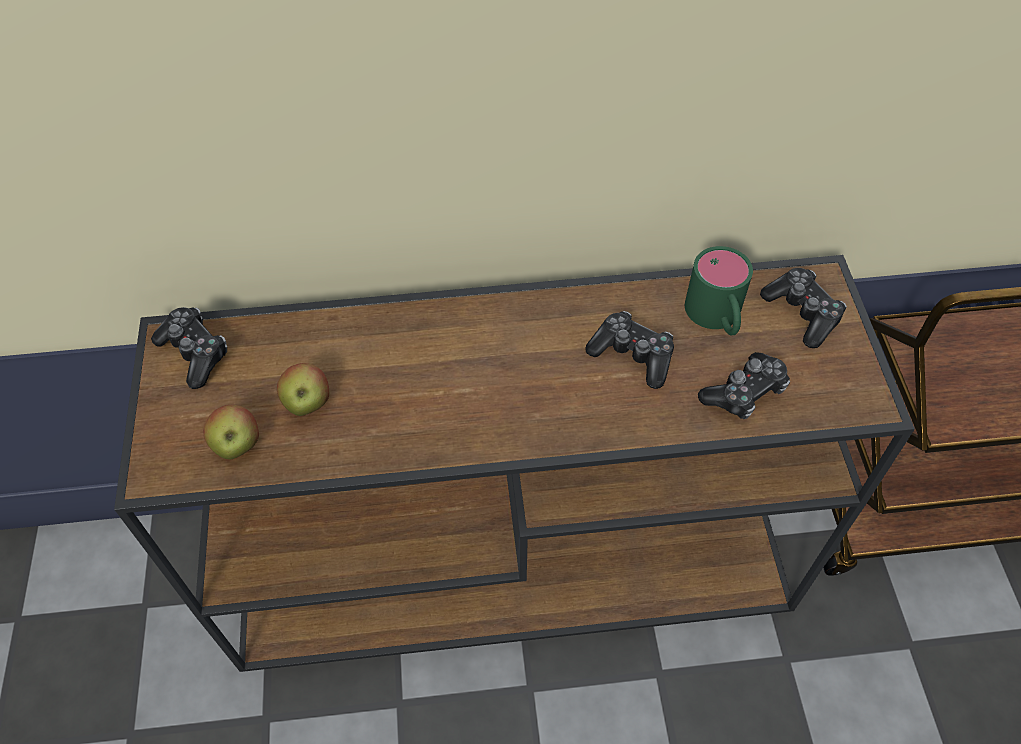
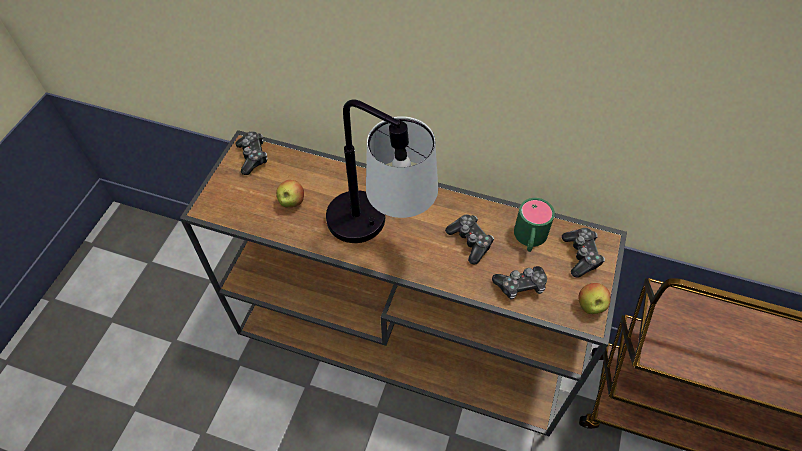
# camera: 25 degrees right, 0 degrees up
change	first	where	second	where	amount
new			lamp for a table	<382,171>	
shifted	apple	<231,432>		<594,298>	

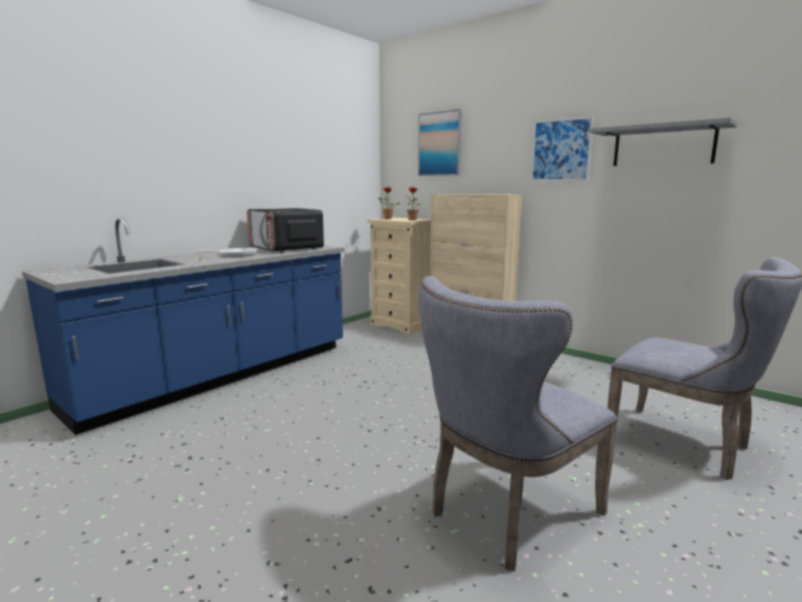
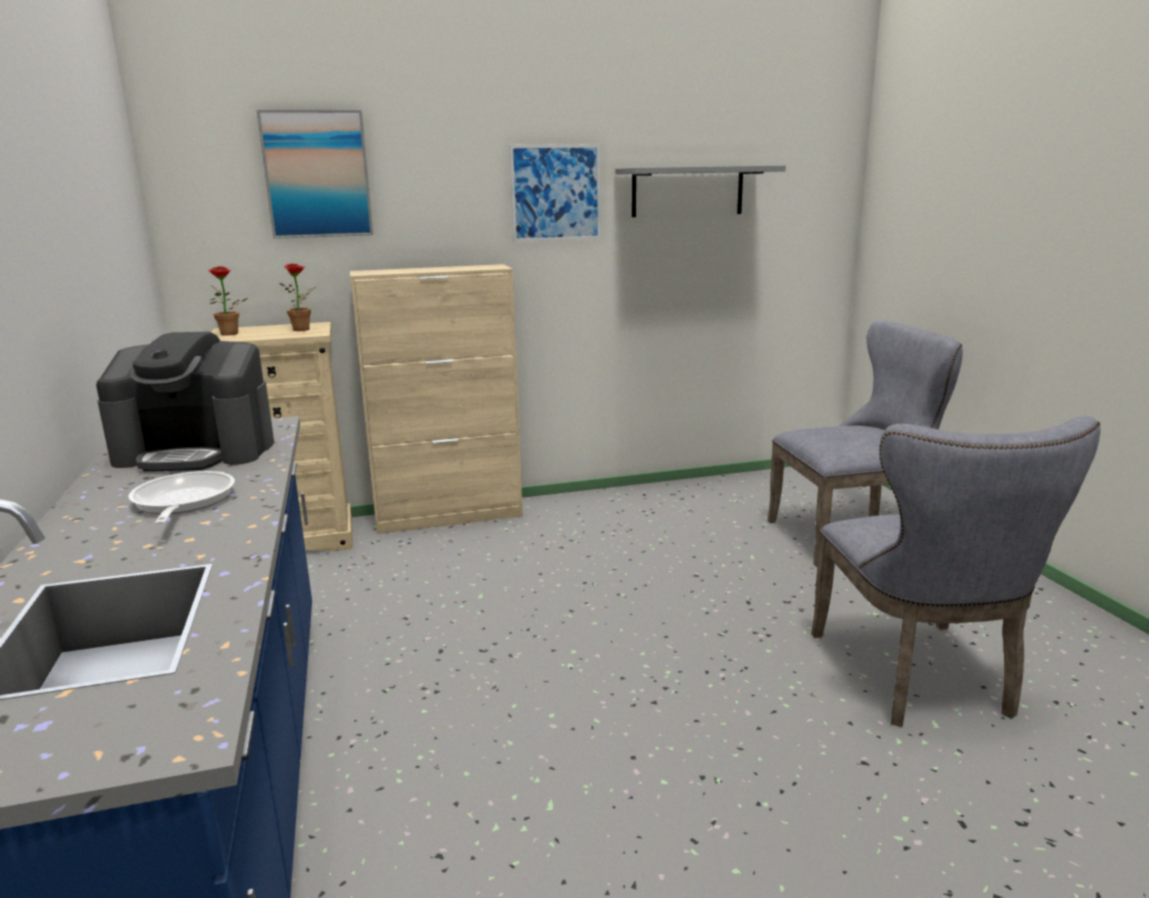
# camera: 55 degrees left, 5 degrees up
change	first	where	second	where	amount
swapped	microwave oven	<285,230>	coffee brewer	<185,401>	

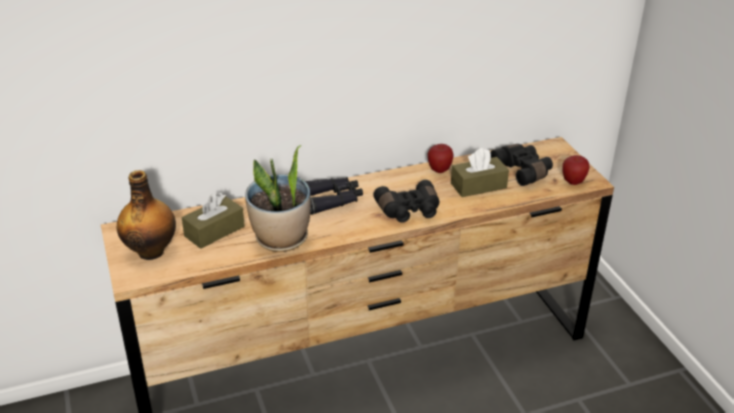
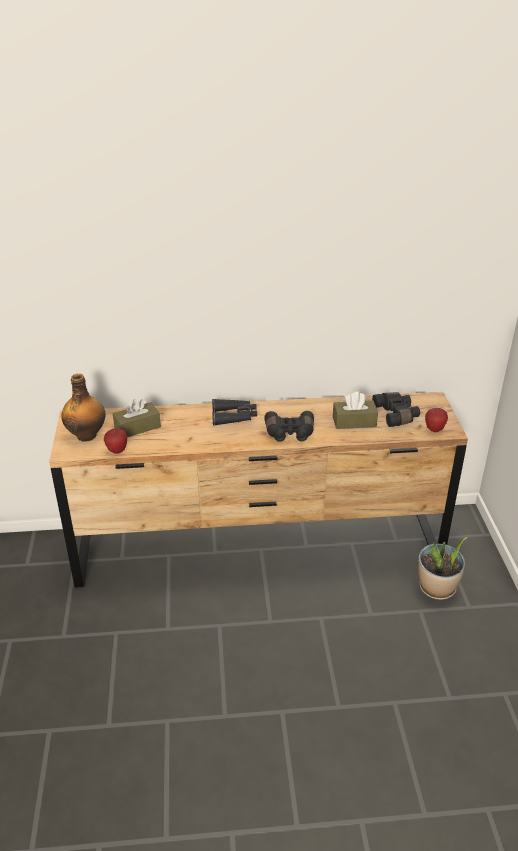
# camera: 15 degrees right, 0 degrees up
change	first	where	second	where	amount
shifted	potted plant	<278,198>		<443,568>	
shifted	apple	<441,158>		<115,441>	

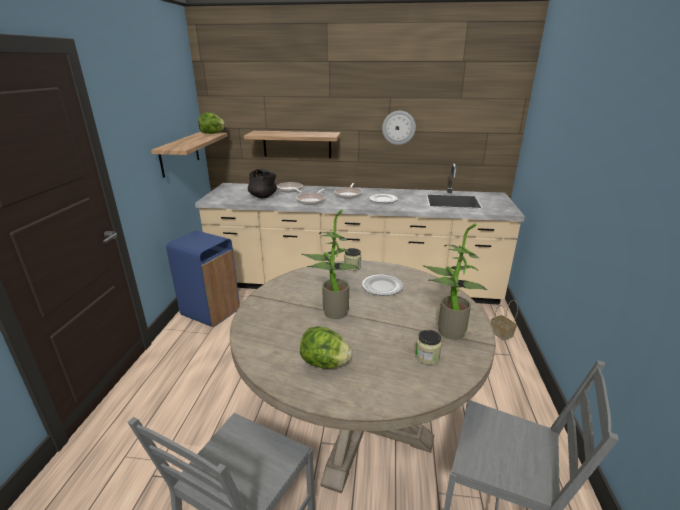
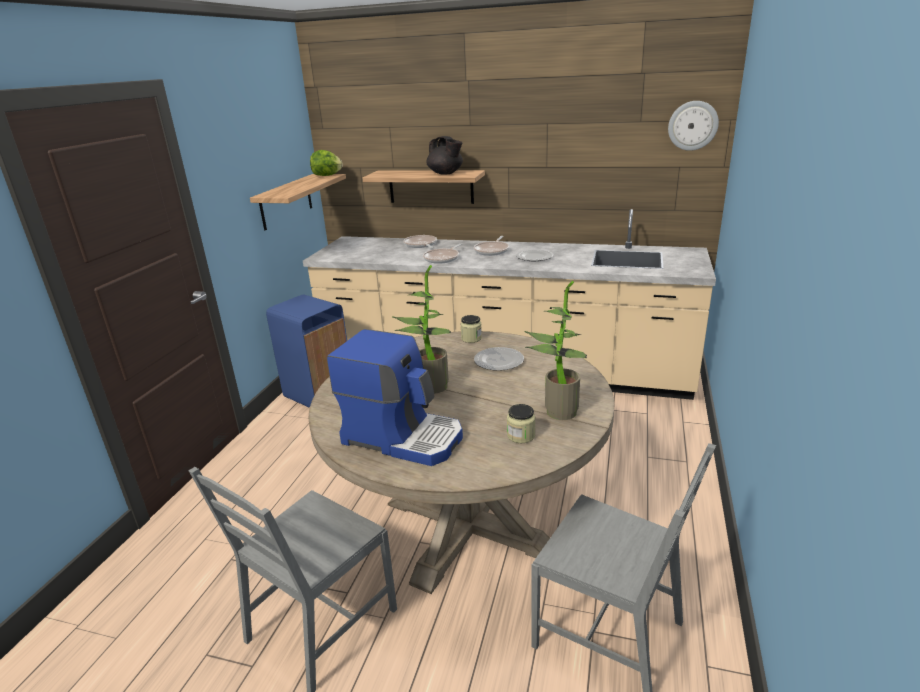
# camera: 10 degrees right, 0 degrees up
change	first	where	second	where	amount
gone	basket	<504,320>			
shifted	black-coloured teapot	<262,183>		<444,155>	
shifted	wall clock	<399,128>		<693,126>	
swapped	head of lettuce	<326,347>	coffee brewer	<395,397>	

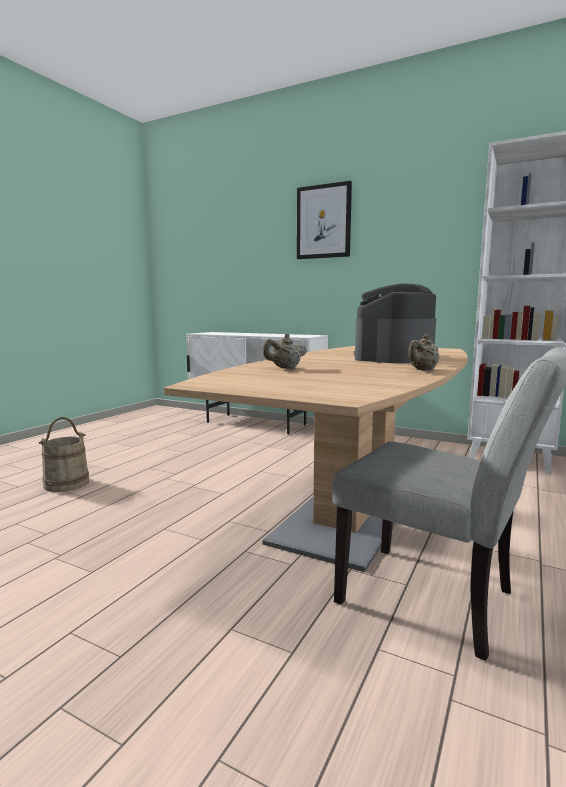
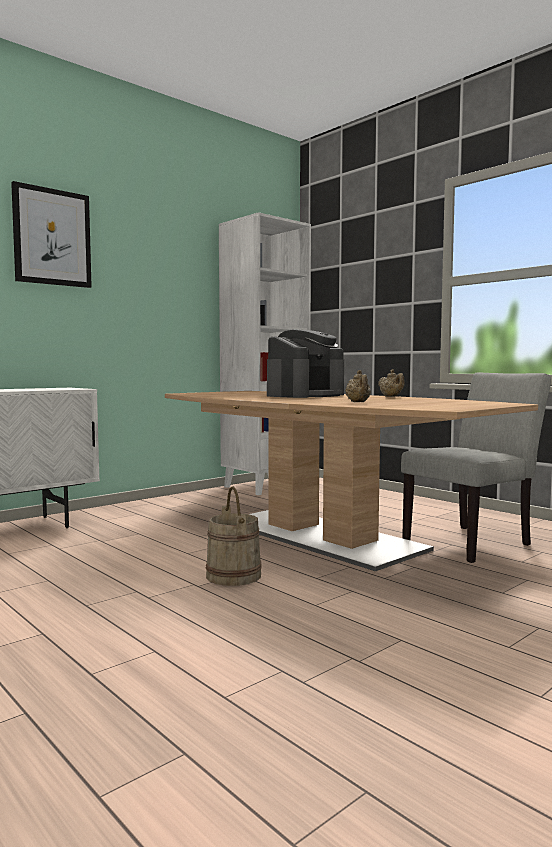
# camera: 70 degrees left, 5 degrees down
change	first	where	second	where	amount
shifted	beige water bucket	<63,454>		<234,536>	
rotated	coffee brewer	<395,323>		<305,363>	105 degrees counterclockwise

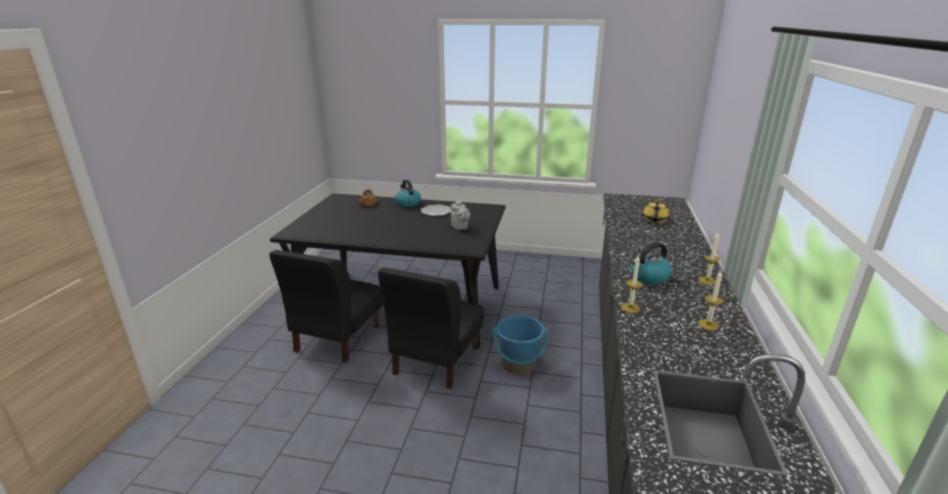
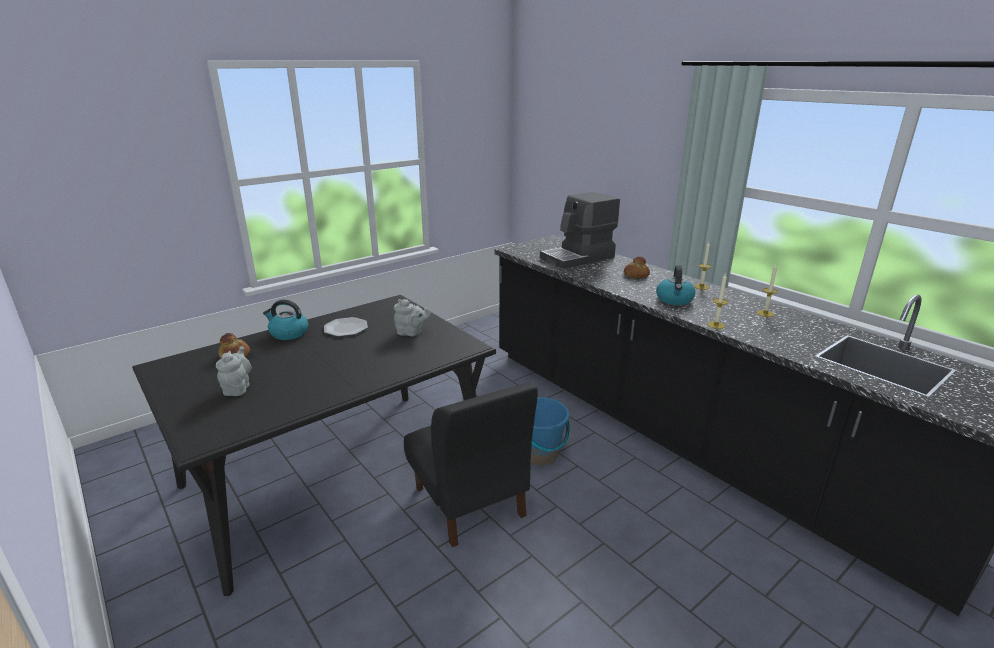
# camera: 50 degrees left, 0 degrees up
change	first	where	second	where	amount
gone	black-coloured chair	<326,306>			
new			grey teapot	<234,371>	
new			bread	<637,267>	
swapped	yellow teapot	<655,211>	coffee brewer	<580,230>	

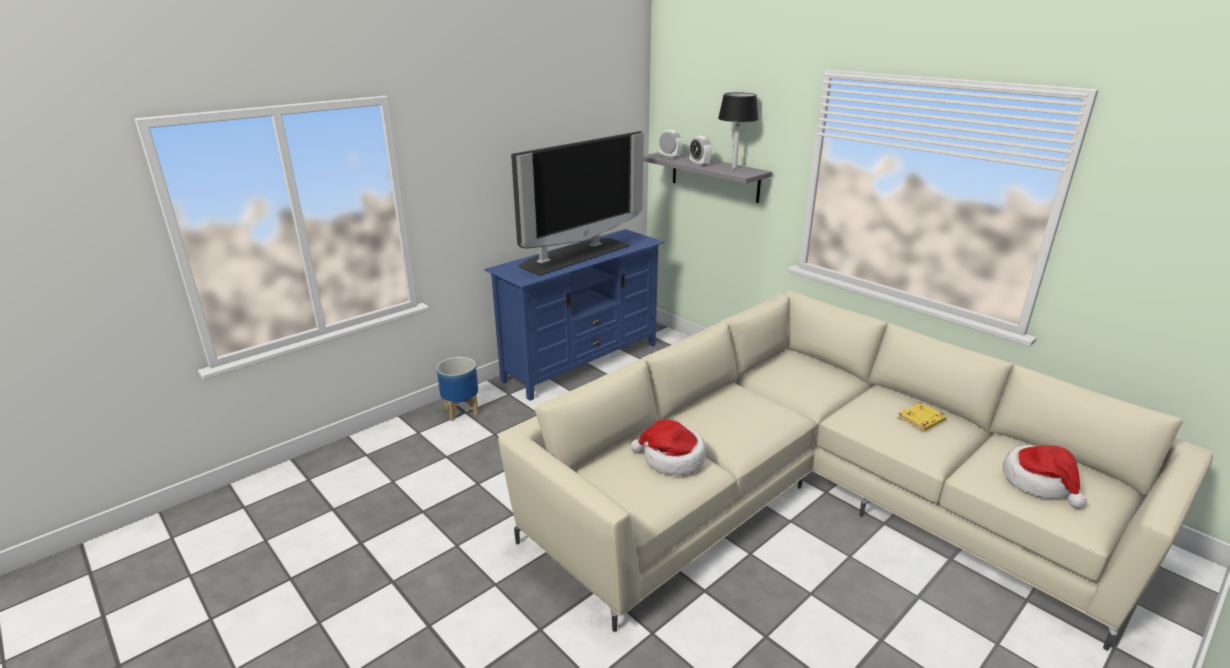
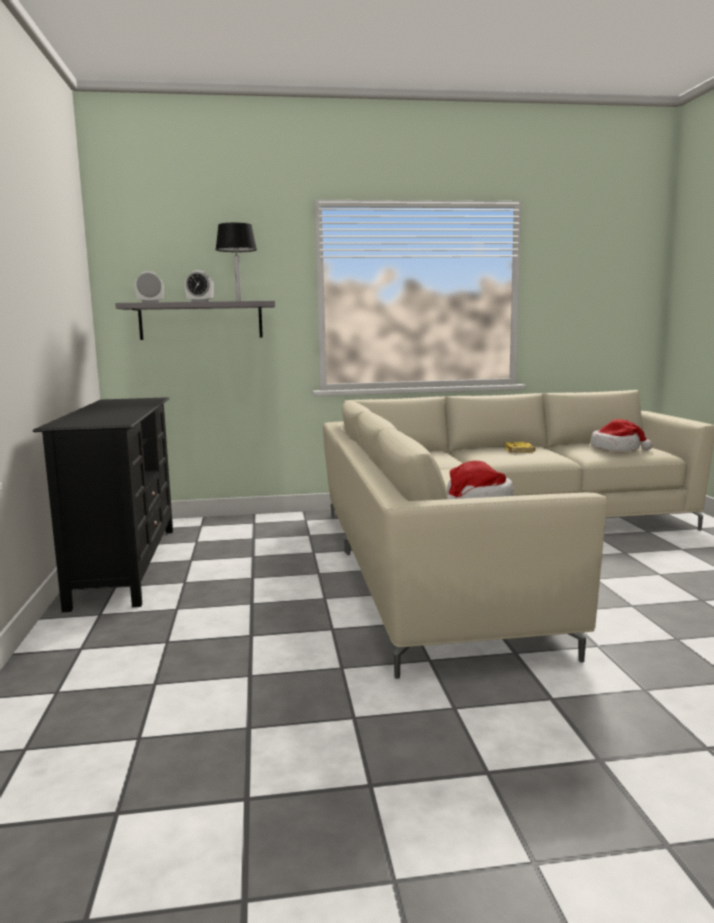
# camera: 55 degrees left, 15 degrees down
change	first	where	second	where	amount
gone	planter	<458,389>			
gone	television	<577,203>			
repainted	blue-coloured tv unit	<574,315>	black-coloured tv unit	<102,504>	

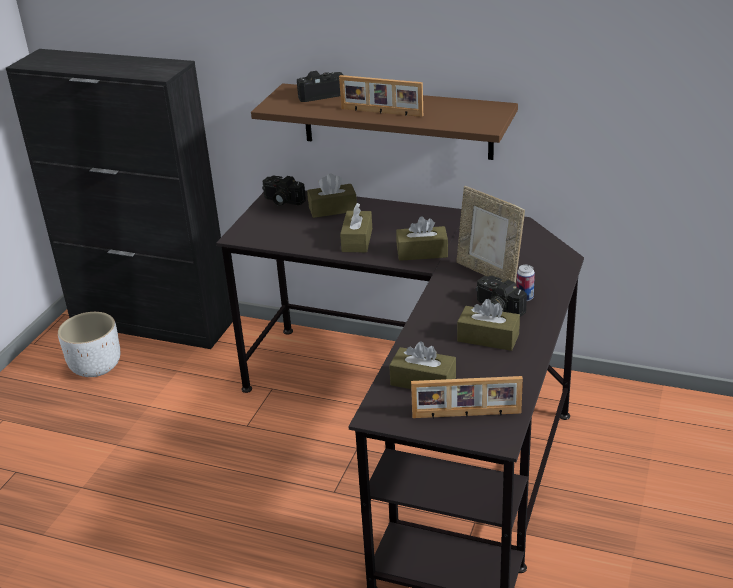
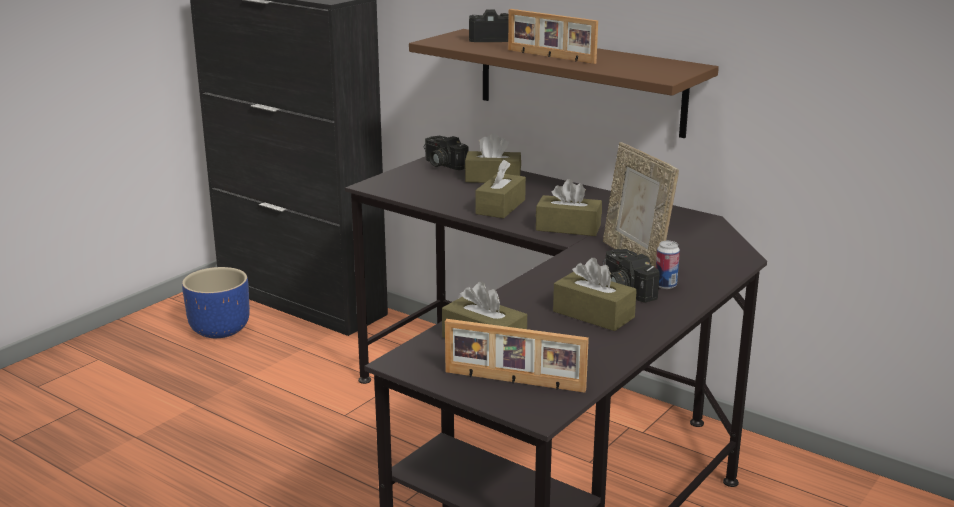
# camera: 15 degrees right, 10 degrees down
change	first	where	second	where	amount
repainted	whitish planter	<89,344>	blue-coloured planter	<216,302>	

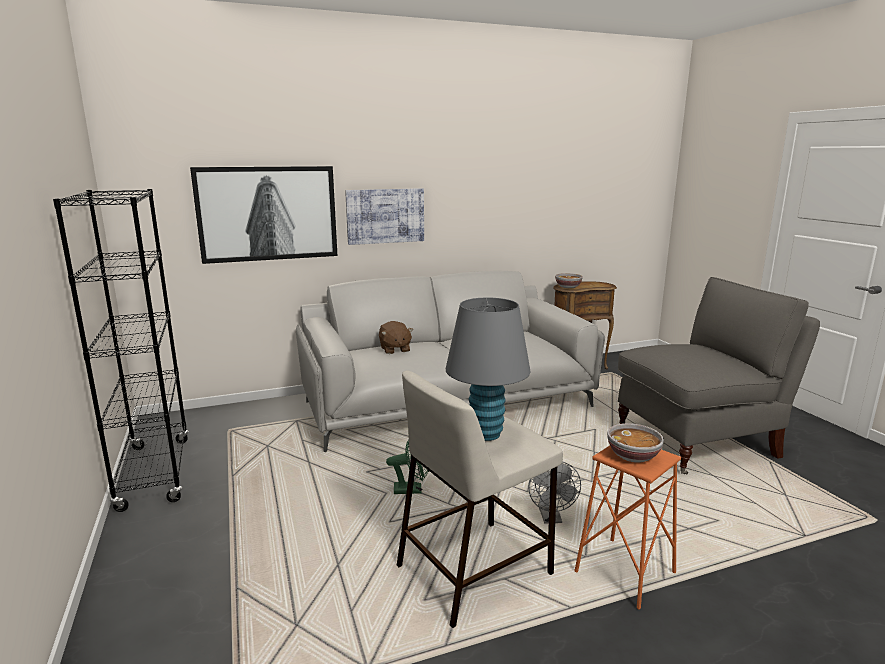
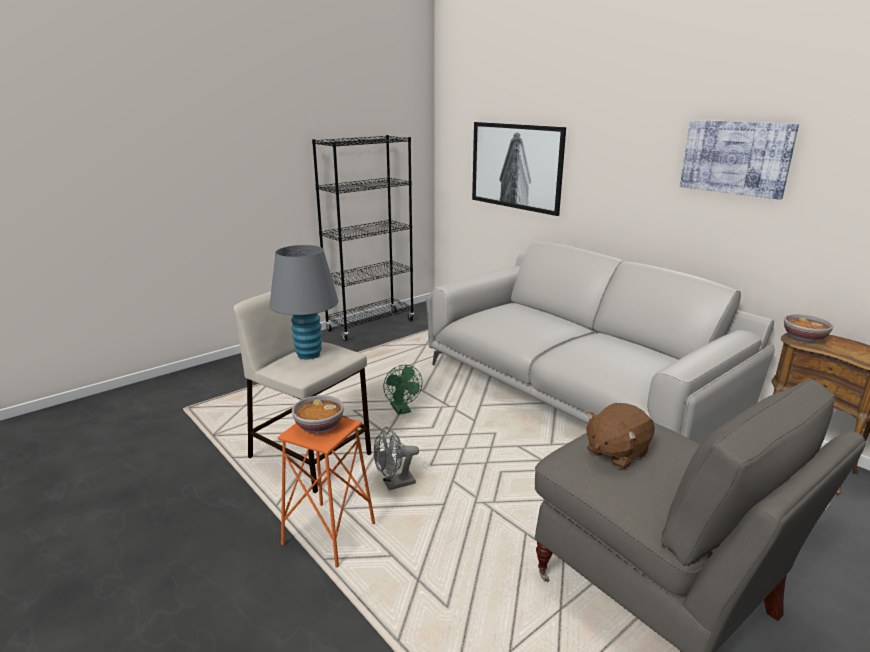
# camera: 70 degrees right, 5 degrees up
change	first	where	second	where	amount
shifted	wall art	<384,216>		<739,160>	
shifted	brown-coloured soft toy	<396,337>		<620,436>	

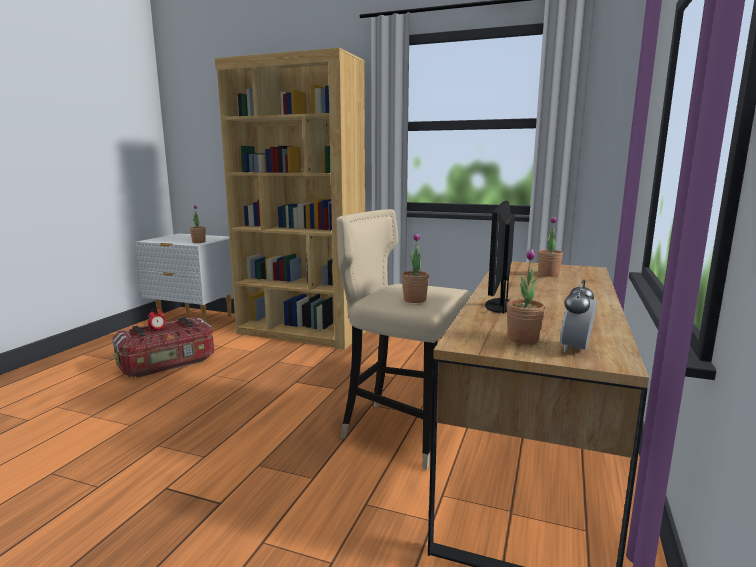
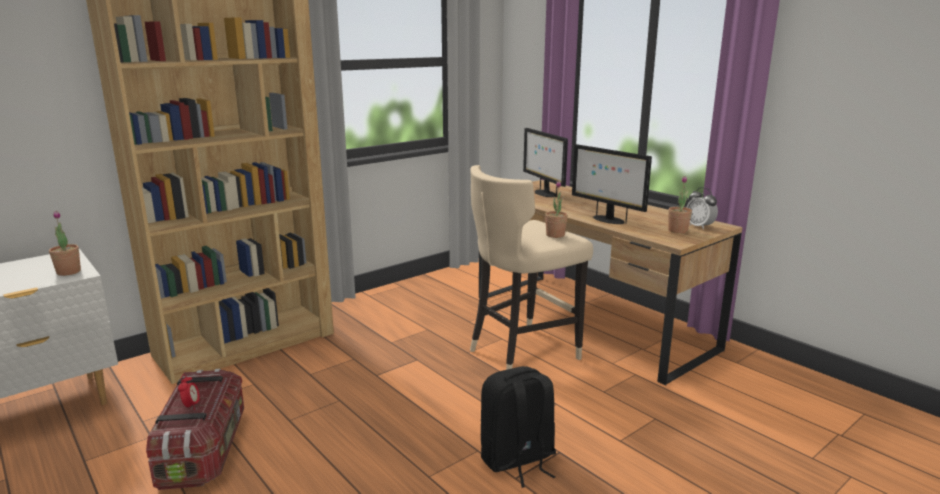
# camera: 60 degrees left, 5 degrees up
change	first	where	second	where	amount
new			black-coloured knapsack	<518,427>	
swapped	potted plant	<550,246>	monitor	<545,162>	

